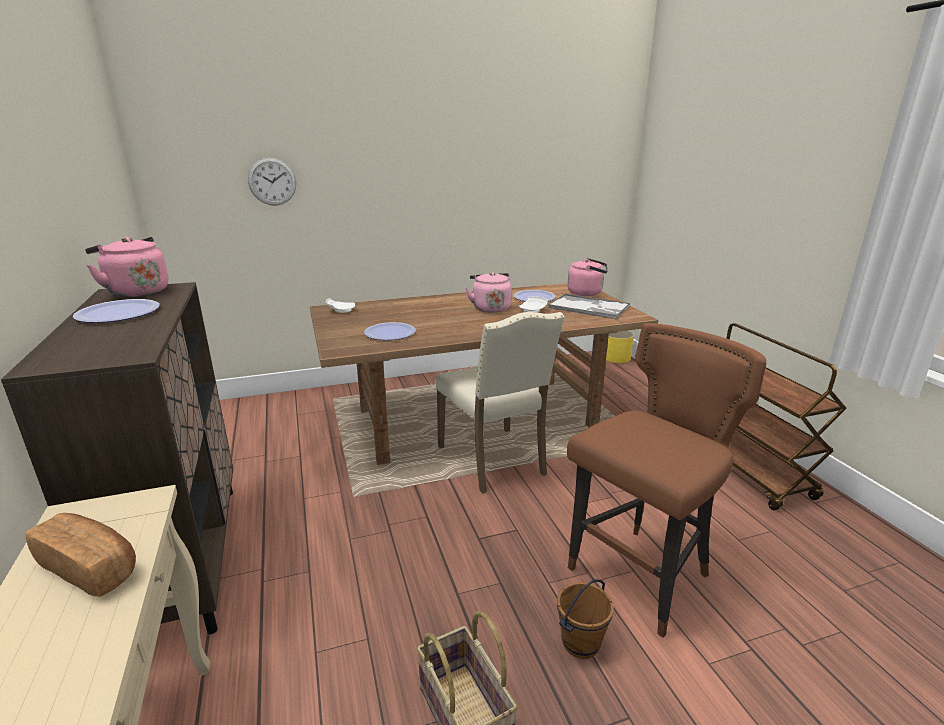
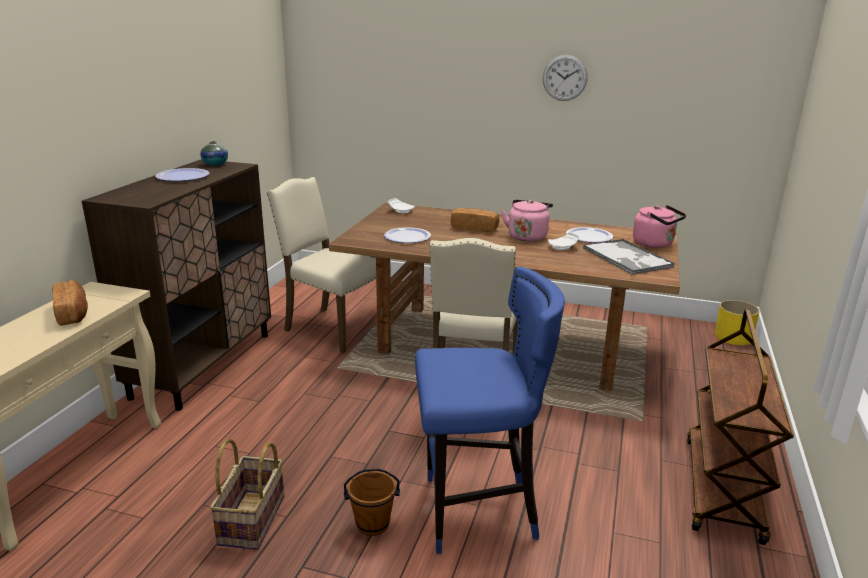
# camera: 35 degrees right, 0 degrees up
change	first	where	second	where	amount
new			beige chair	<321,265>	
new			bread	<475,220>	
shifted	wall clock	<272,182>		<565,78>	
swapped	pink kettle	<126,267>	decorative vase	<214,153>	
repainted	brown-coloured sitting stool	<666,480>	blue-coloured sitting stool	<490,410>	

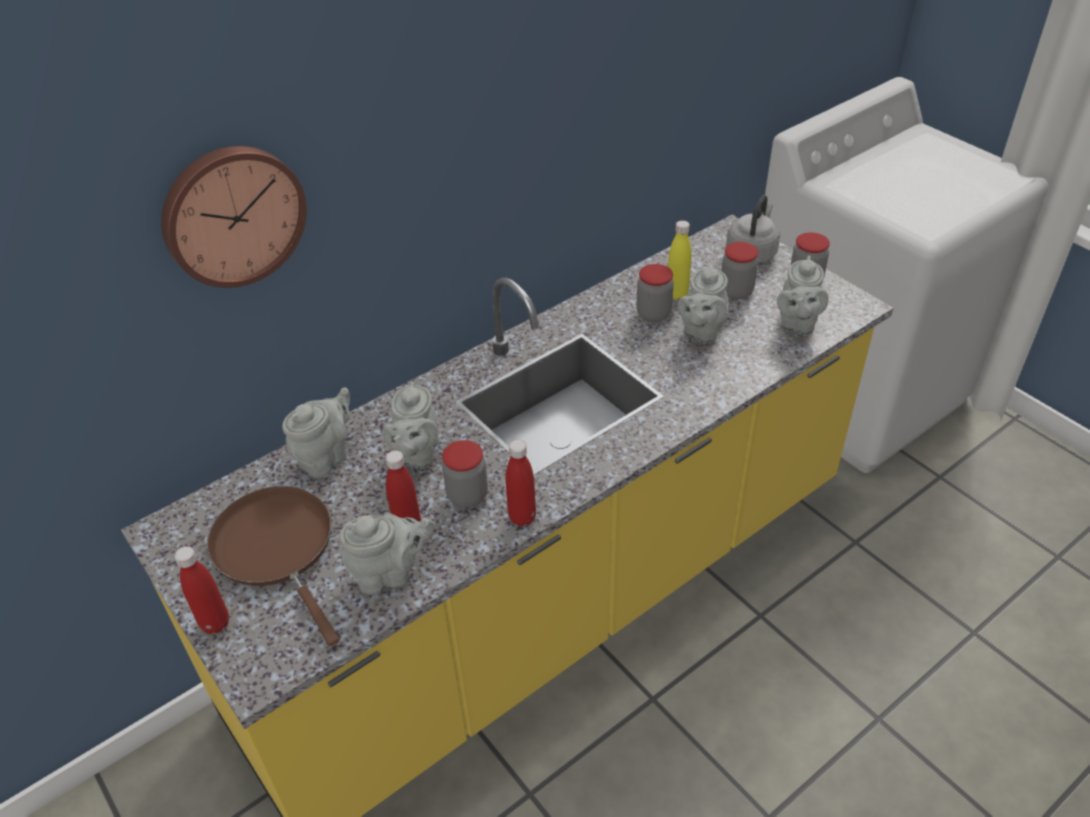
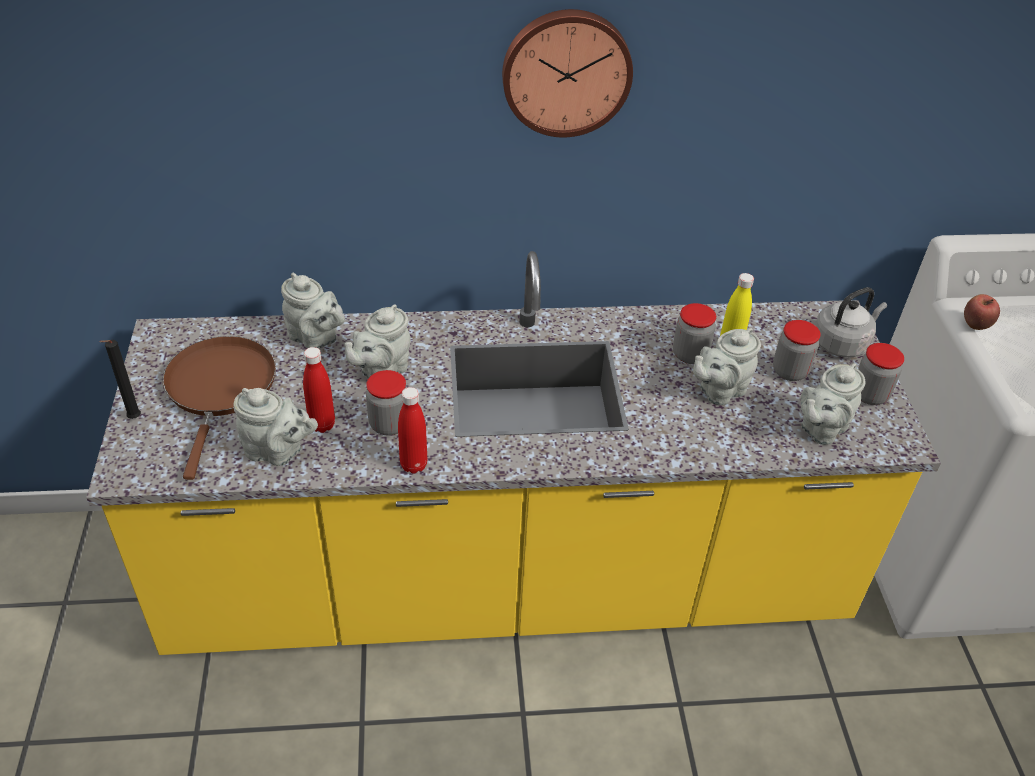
# camera: 30 degrees right, 0 degrees up
change	first	where	second	where	amount
new			apple	<982,312>	
shifted	wall clock	<234,217>		<567,73>	
swapped	reddish drink bottle	<201,590>	black-coloured wax light	<120,379>	
rotated	grey teapot	<316,433>		<313,311>	60 degrees clockwise

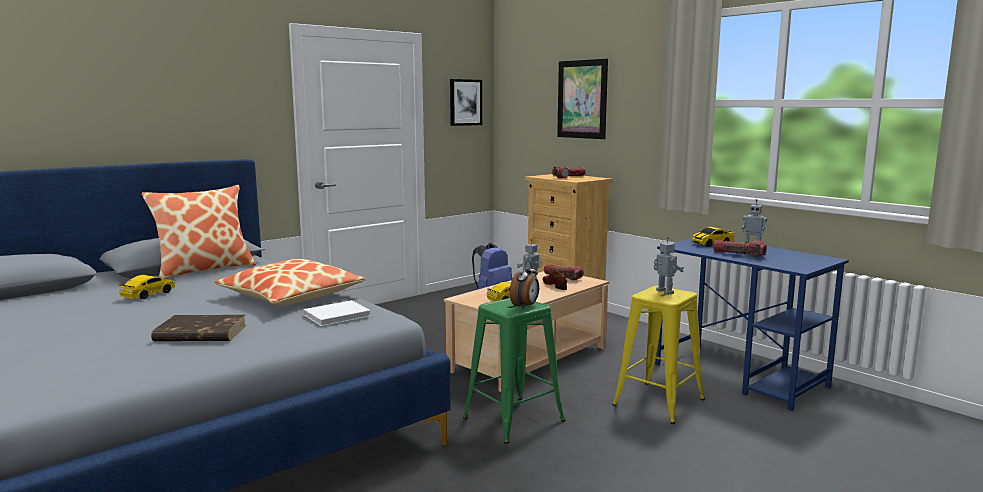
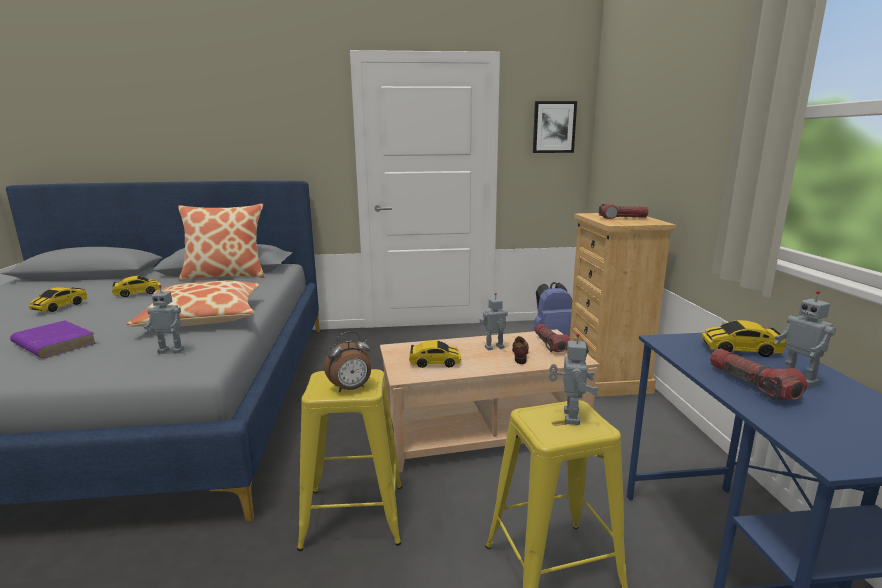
# camera: 35 degrees right, 5 degrees up
change	first	where	second	where	amount
gone	wall art	<582,99>			
new			miniature car	<58,299>	
swapped	whitish book	<337,313>	robot figure	<164,319>	
repainted	brown-coloured book	<199,328>	purplish book	<53,339>	
repainted	green-coloured sitting stool	<514,371>	yellow sitting stool	<349,460>	

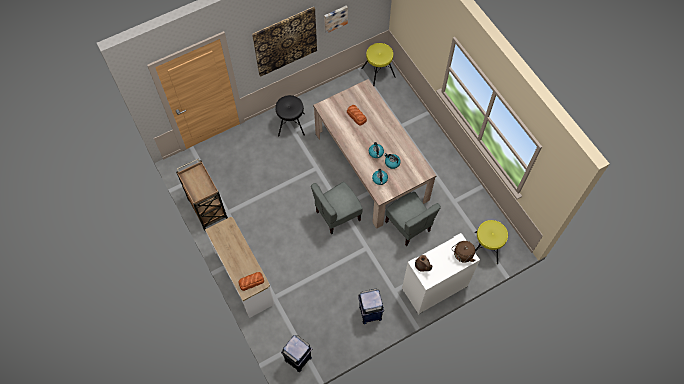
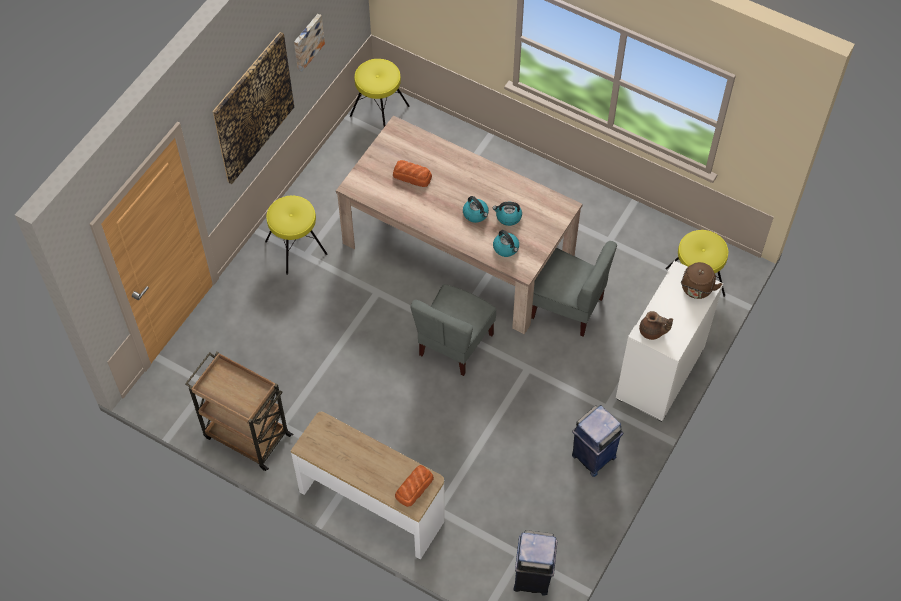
# camera: 30 degrees left, 5 degrees down
change	first	where	second	where	amount
repainted	black-coloured sitting stool	<290,115>	yellow sitting stool	<296,235>	

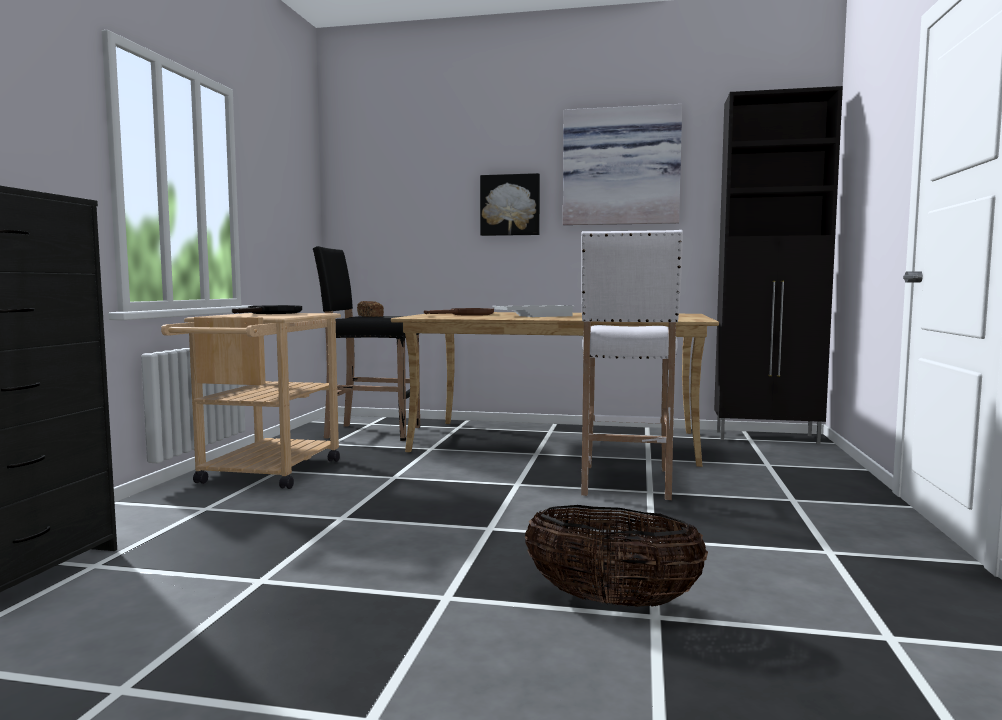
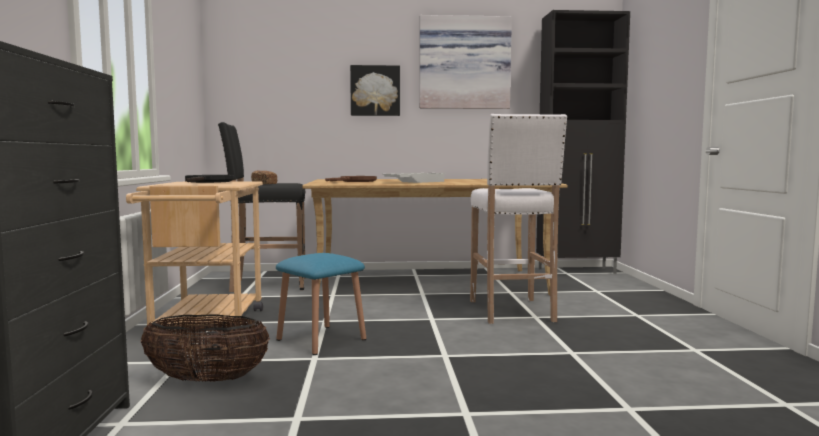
# camera: 15 degrees left, 0 degrees up
change	first	where	second	where	amount
new			blue-coloured sitting stool	<321,304>	
shifted	basket	<616,556>		<205,348>	

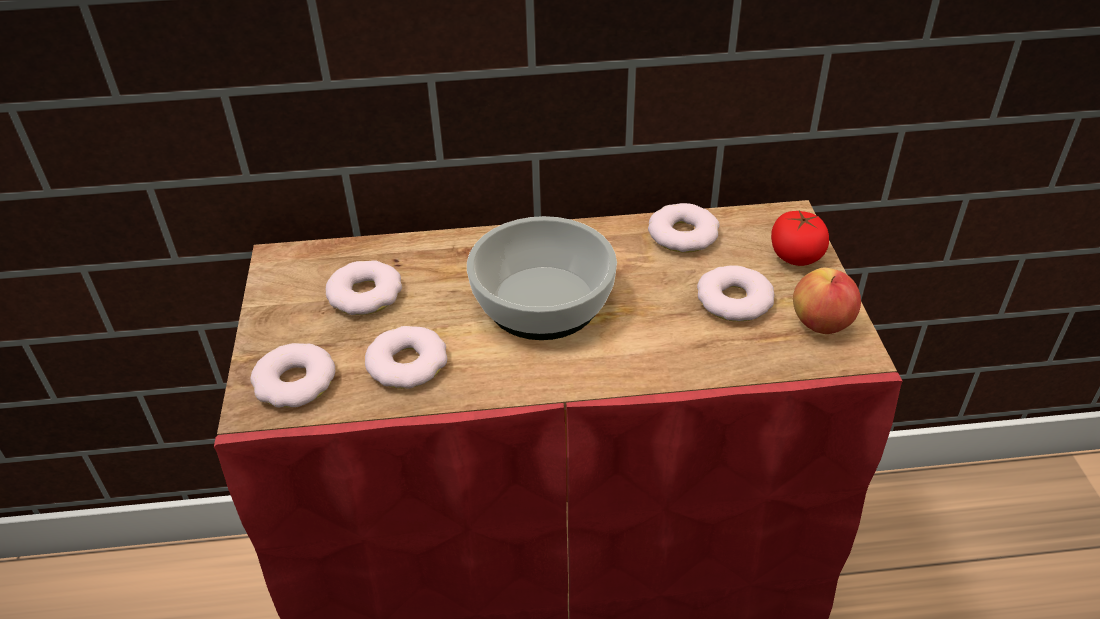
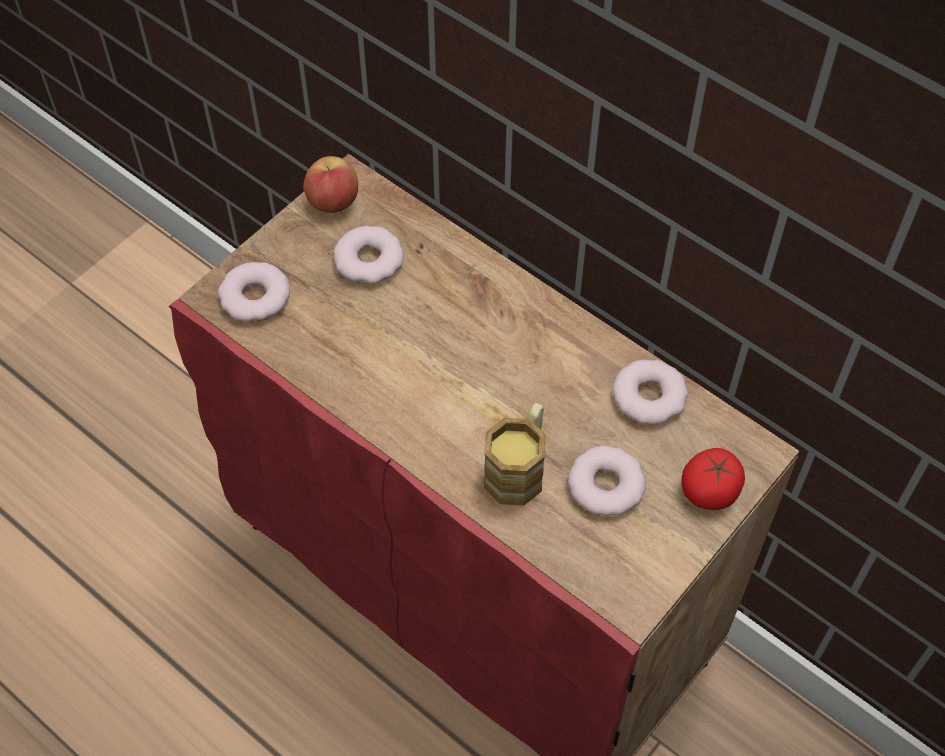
# camera: 45 degrees right, 15 degrees up
change	first	where	second	where	amount
gone	donut	<406,357>			
gone	serving bowl	<542,278>			
new			coffee mug	<515,454>	
shifted	apple	<827,301>		<330,184>	

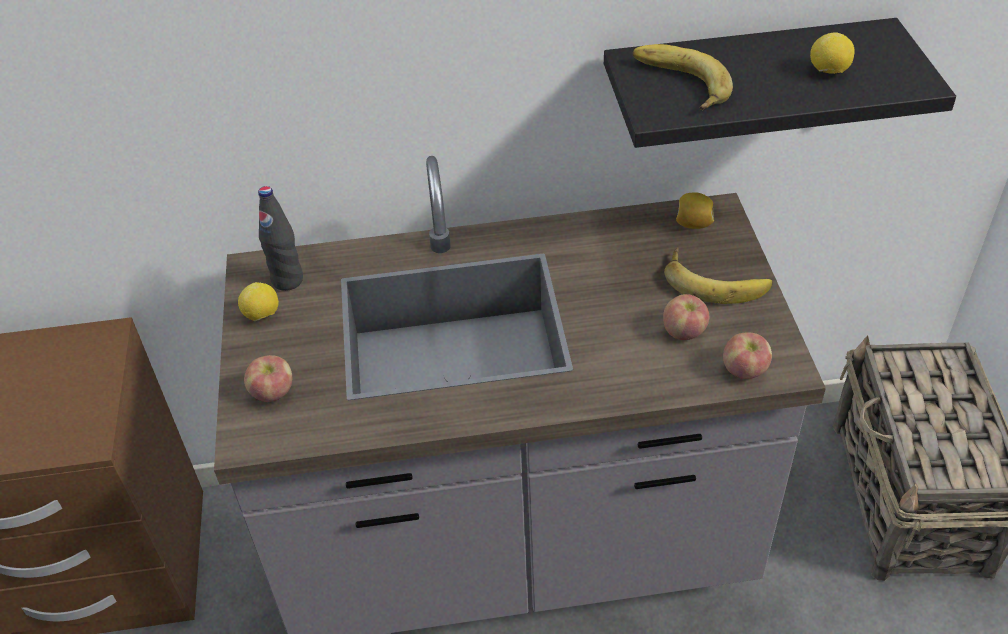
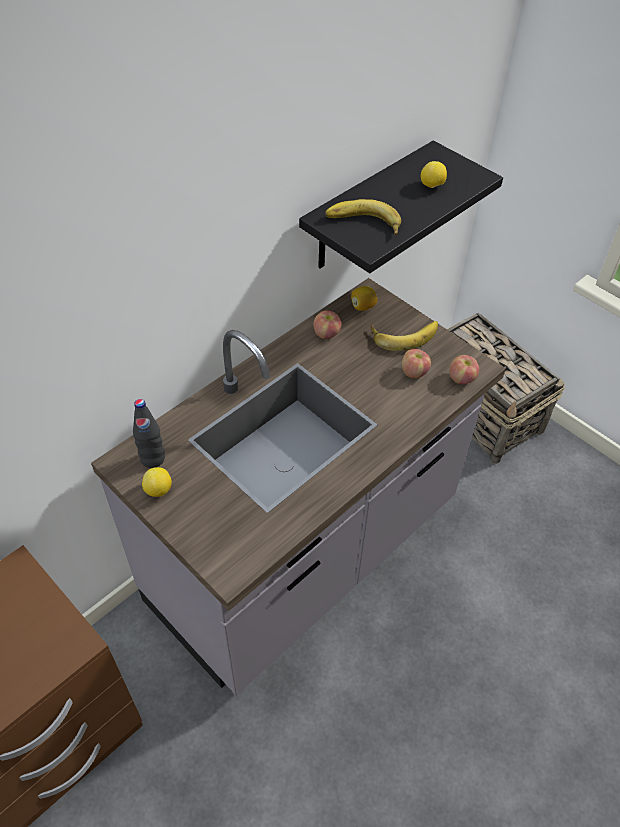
# camera: 40 degrees left, 5 degrees up
change	first	where	second	where	amount
shifted	apple	<268,378>		<327,325>	

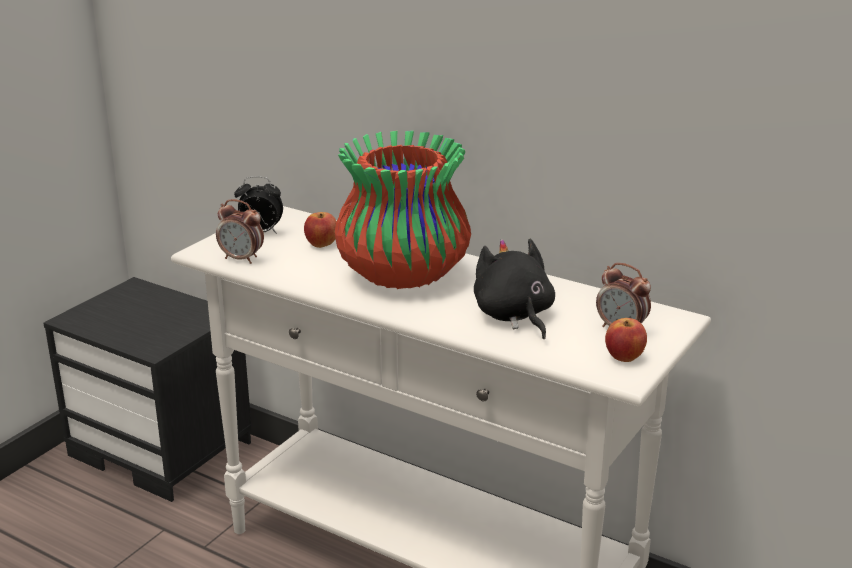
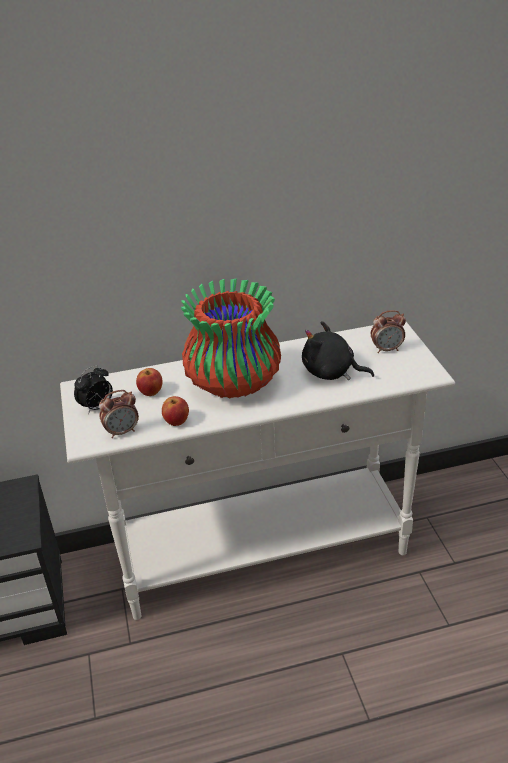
# camera: 45 degrees left, 10 degrees up
change	first	where	second	where	amount
shifted	apple	<626,340>		<175,411>	

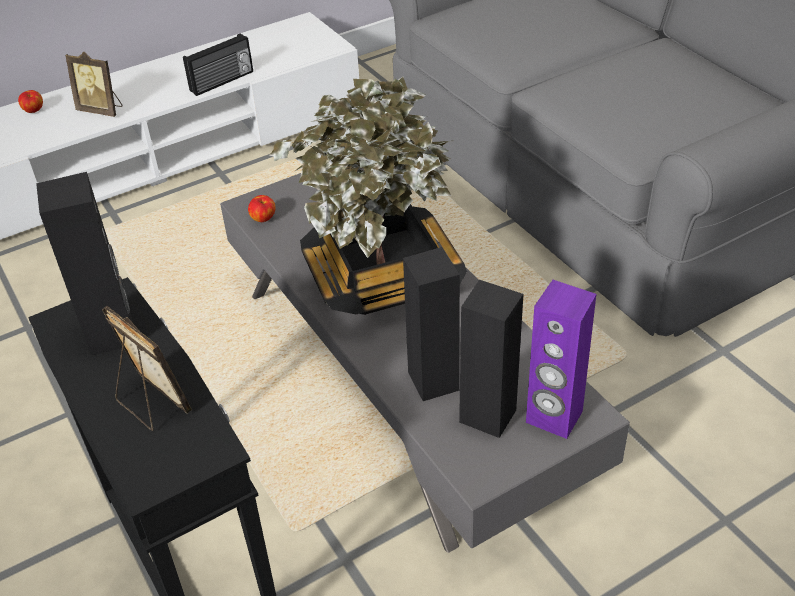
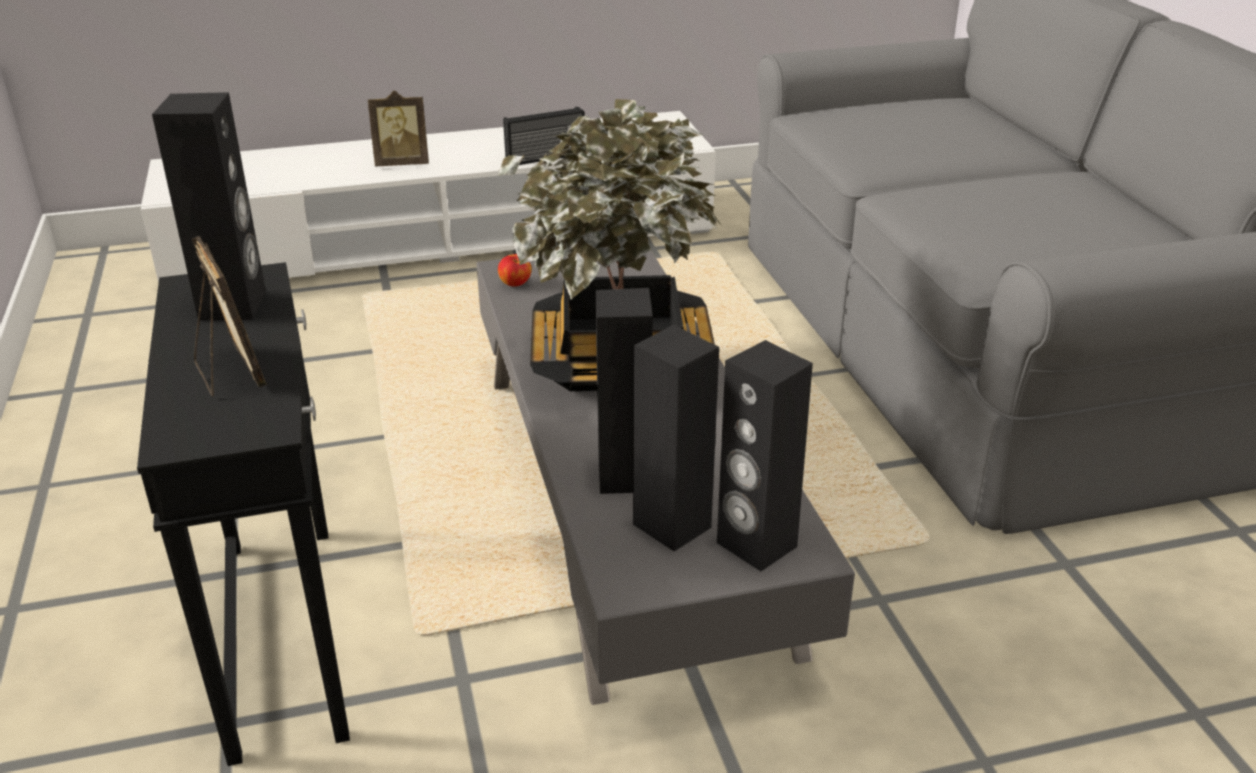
# camera: 15 degrees right, 10 degrees down
change	first	where	second	where	amount
gone	apple	<30,101>			
repainted	purplish speaker	<561,359>	black-coloured speaker	<765,455>	
rotated	picture frame	<93,84>		<398,128>	45 degrees counterclockwise

